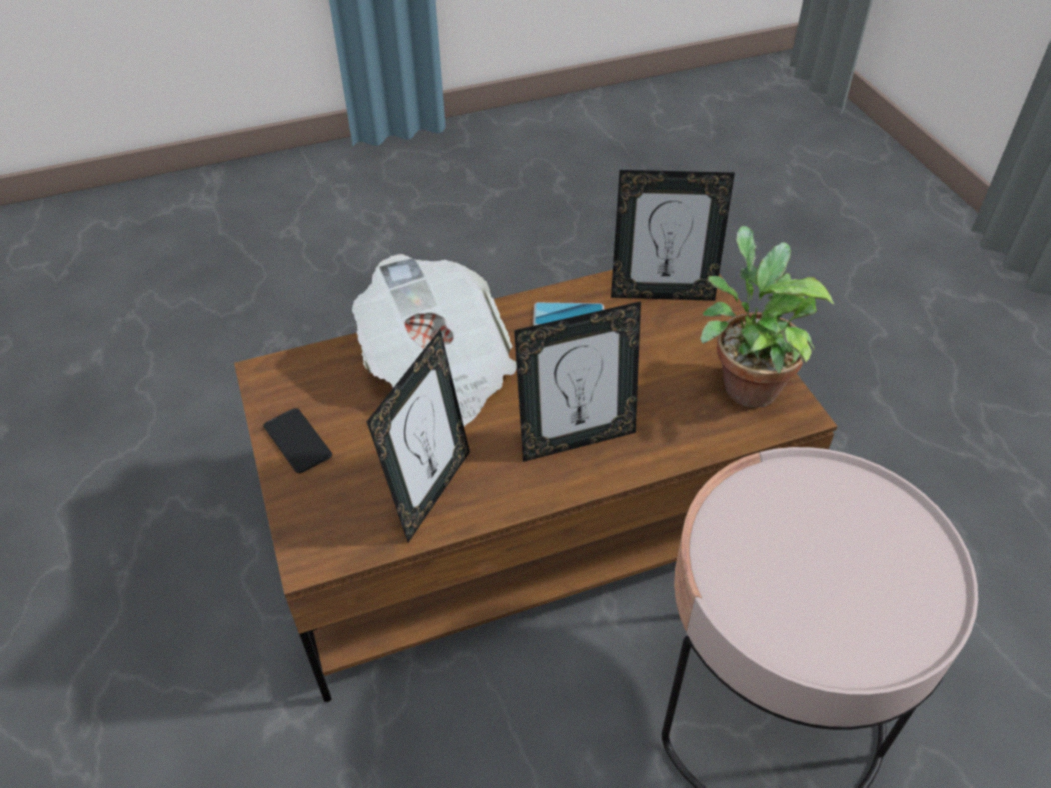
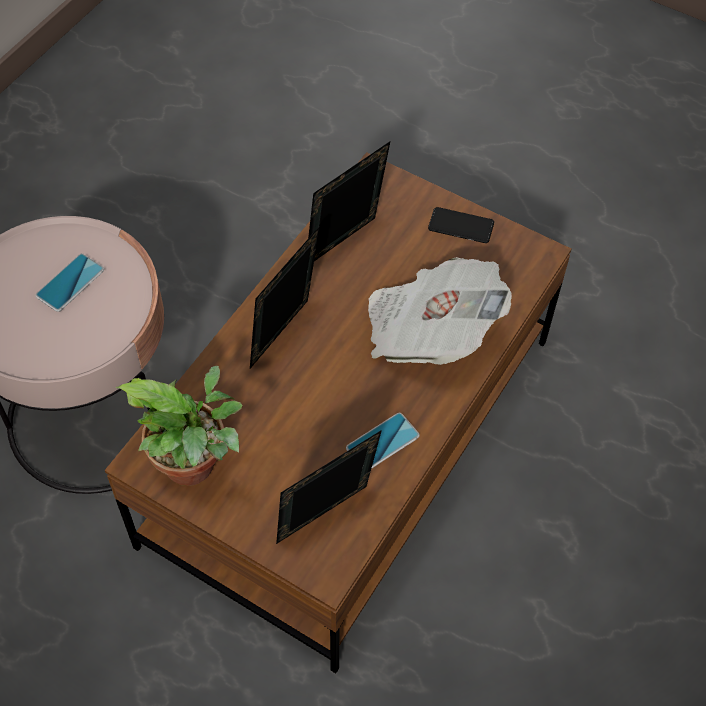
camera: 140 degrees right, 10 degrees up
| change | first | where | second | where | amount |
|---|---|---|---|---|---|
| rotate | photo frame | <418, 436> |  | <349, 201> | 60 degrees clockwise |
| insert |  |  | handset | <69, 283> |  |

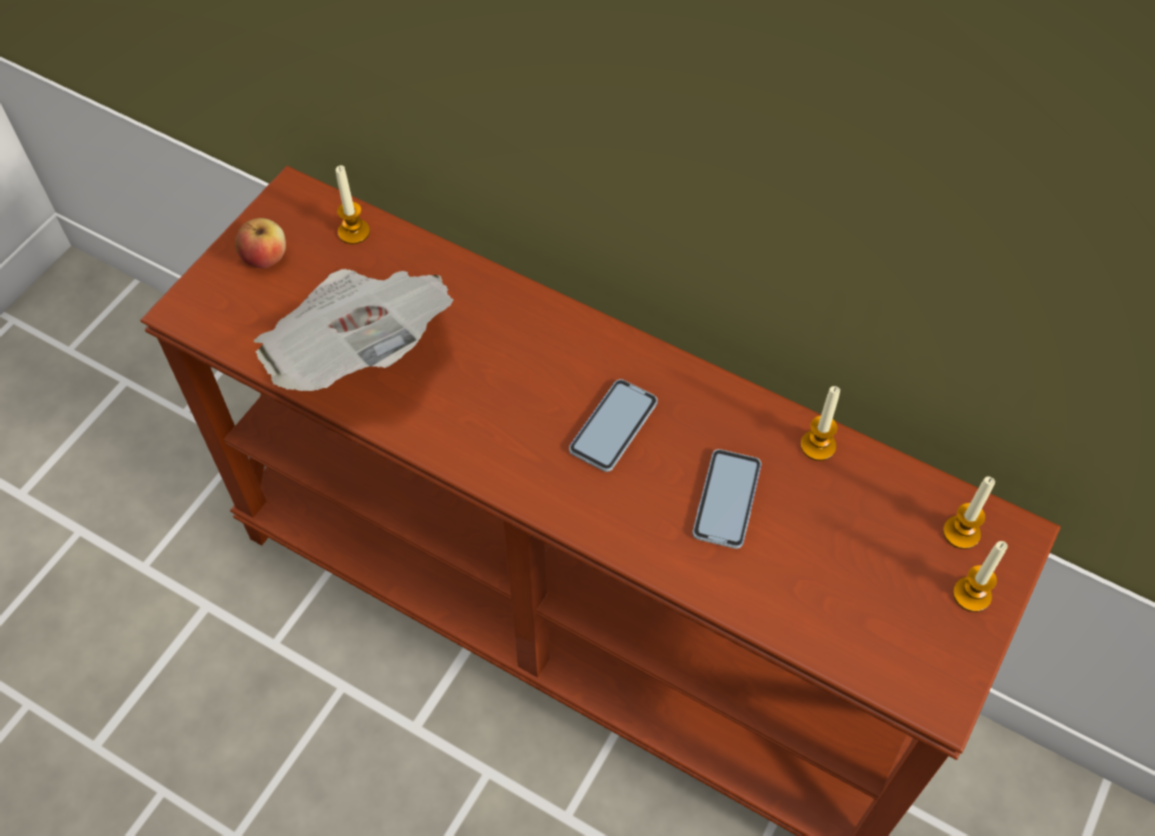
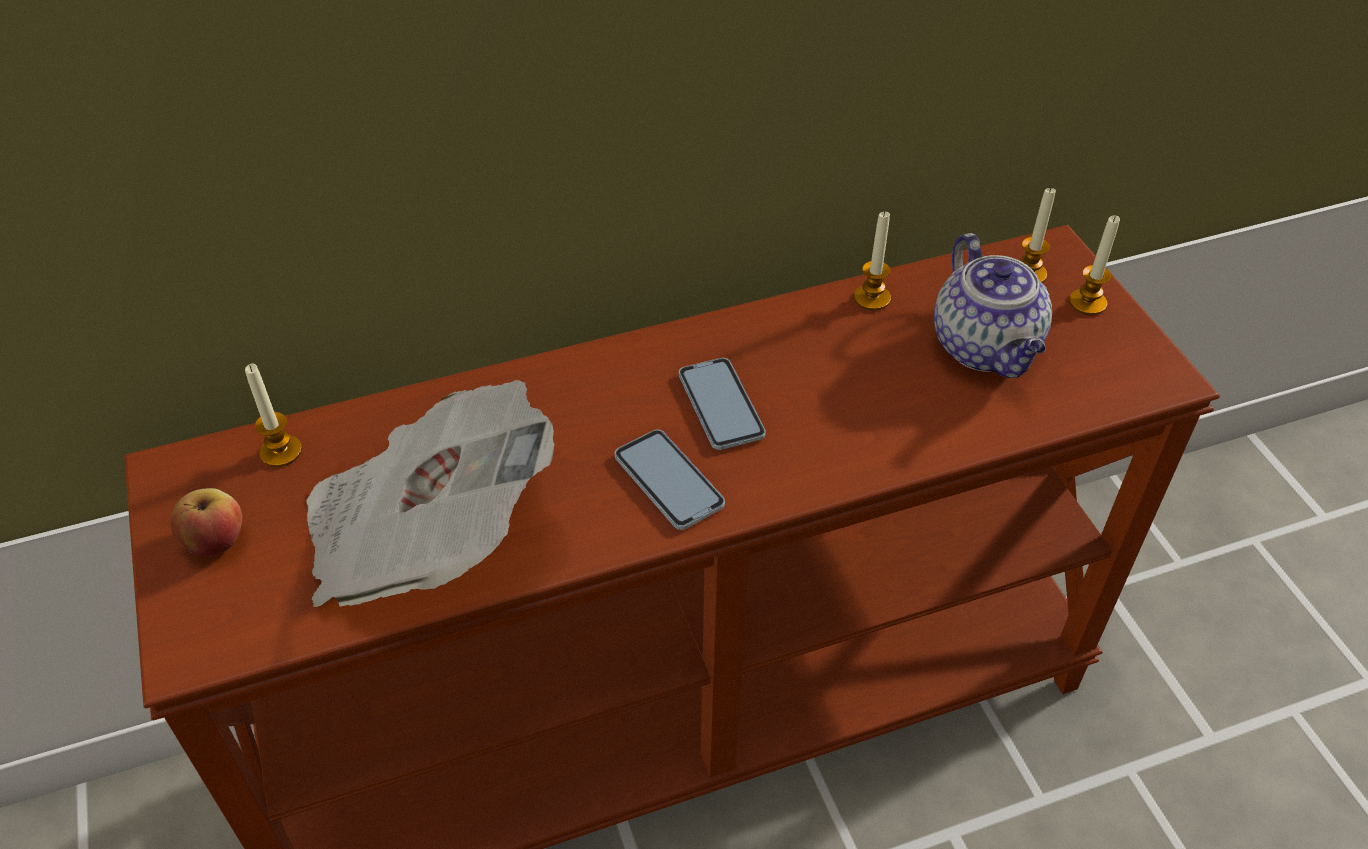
camera: 50 degrees left, 10 degrees down
| change | first | where | second | where | amount |
|---|---|---|---|---|---|
| move | handset | <726, 499> |  | <670, 480> |  |
| insert |  |  | tea pot | <993, 305> |  |

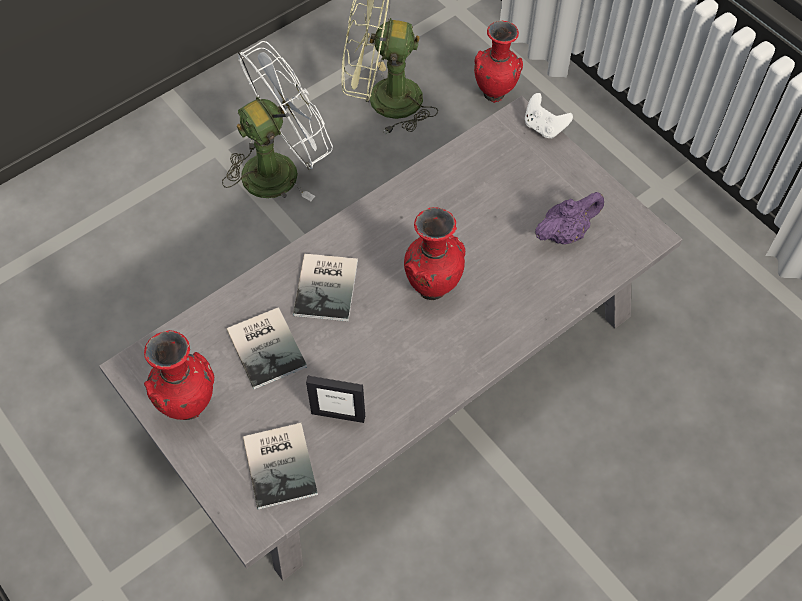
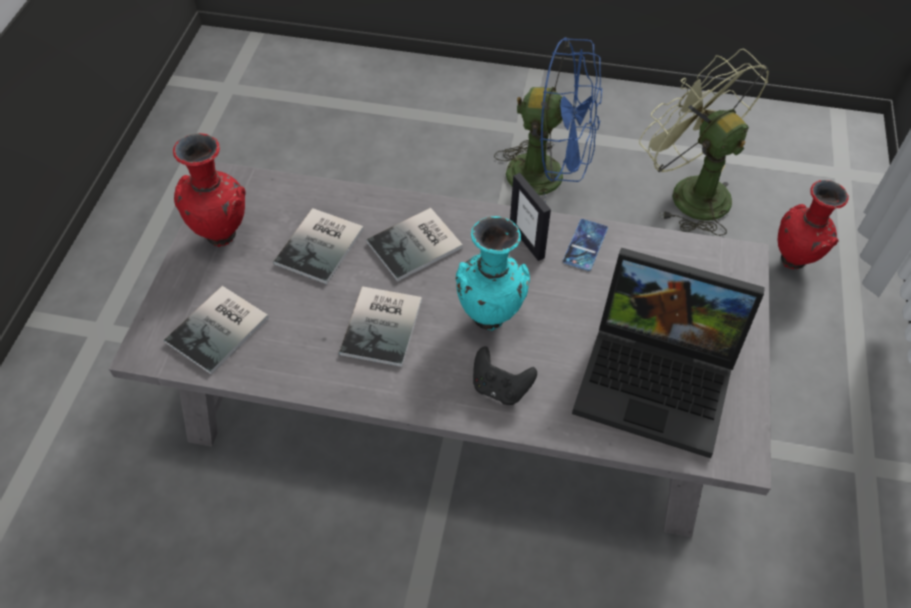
camera: 50 degrees right, 5 degrees down
| change | first | where | second | where | amount |
|---|---|---|---|---|---|
| recolor | whitish fan | <277, 121> | blue fan | <548, 118> |  |
| delete | whitish joypad | <549, 116> |  |  |  |
| replace | purple-coloured tea pot | <569, 218> | laptop | <668, 353> |  |
| recolor | red decorative vase | <434, 253> | blue-green decorative vase | <493, 273> |  |
| move | photo frame | <335, 399> |  | <530, 217> |  |
| insert |  |  | handset | <585, 245> |  |
| insert |  |  | volume | <380, 326> |  |
| insert |  |  | black-coloured joypad | <505, 376> |  |

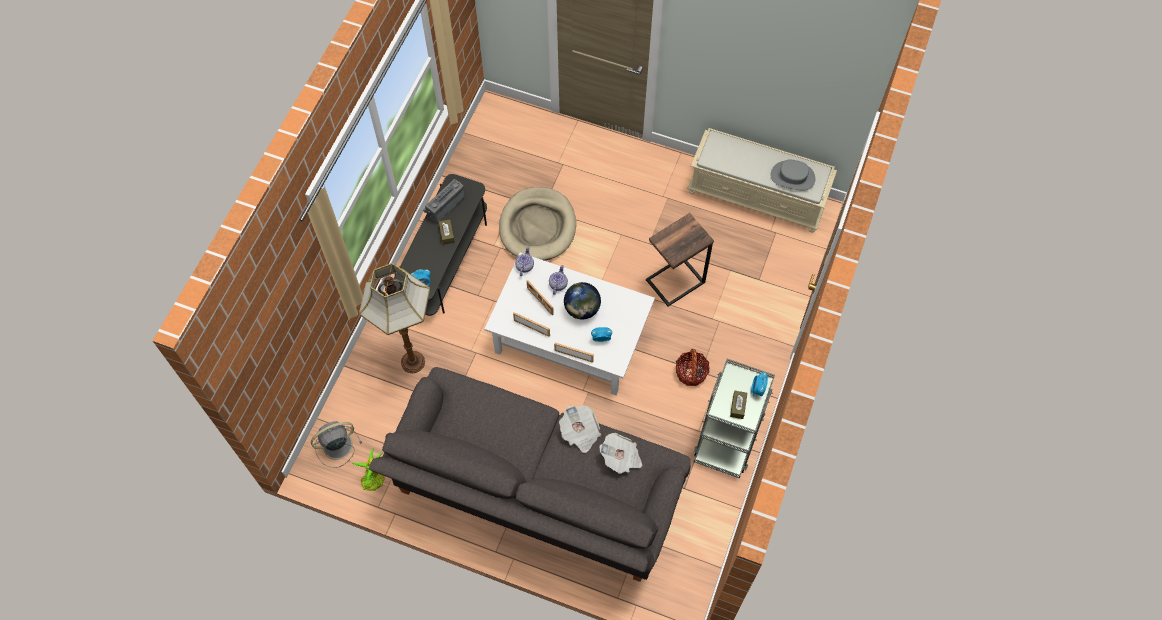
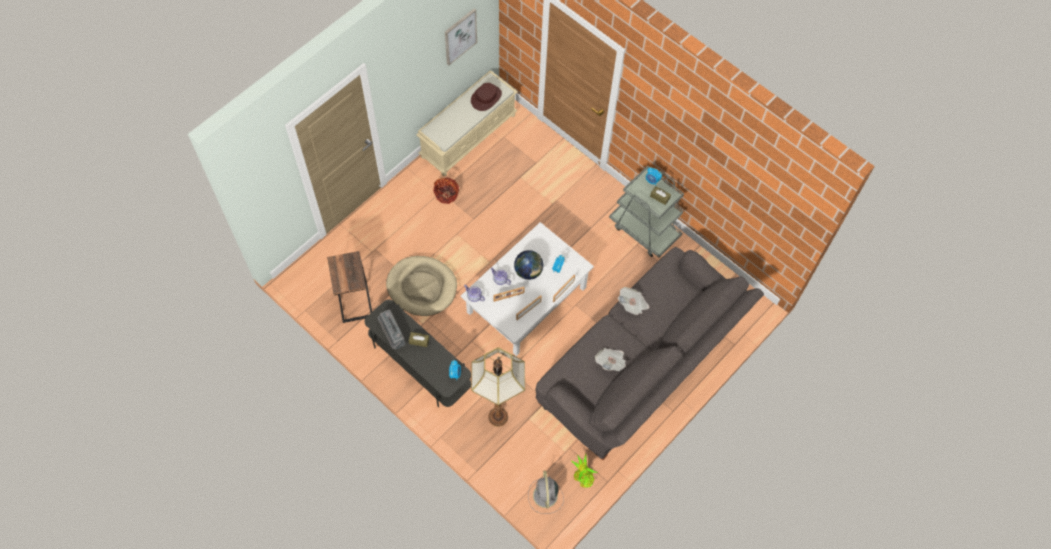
camera: 70 degrees left, 0 degrees up
| change | first | where | second | where | amount |
|---|---|---|---|---|---|
| recolor | greyish wearable hat | <792, 175> | brown-coloured wearable hat | <486, 97> |  |
| move | accent table | <680, 260> |  | <349, 287> |  |
| move | basket | <692, 367> |  | <446, 191> |  |
| move | daily paper | <621, 453> |  | <610, 359> |  |
| insert |  |  | picture | <461, 36> |  |

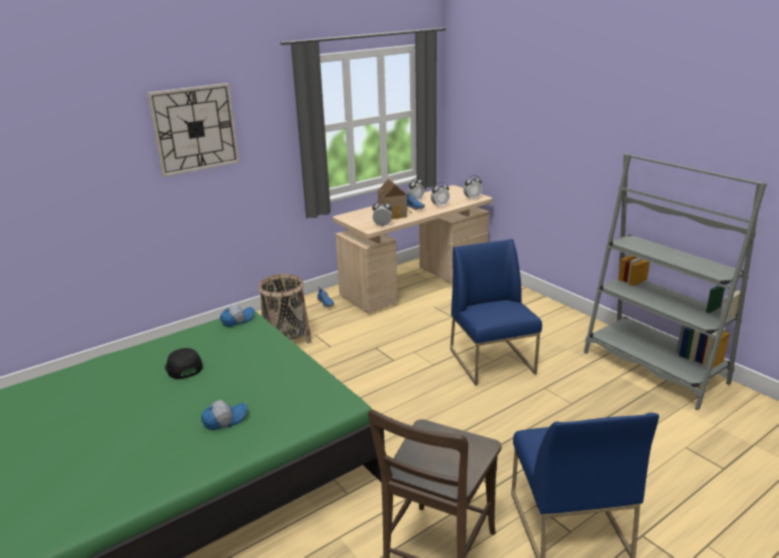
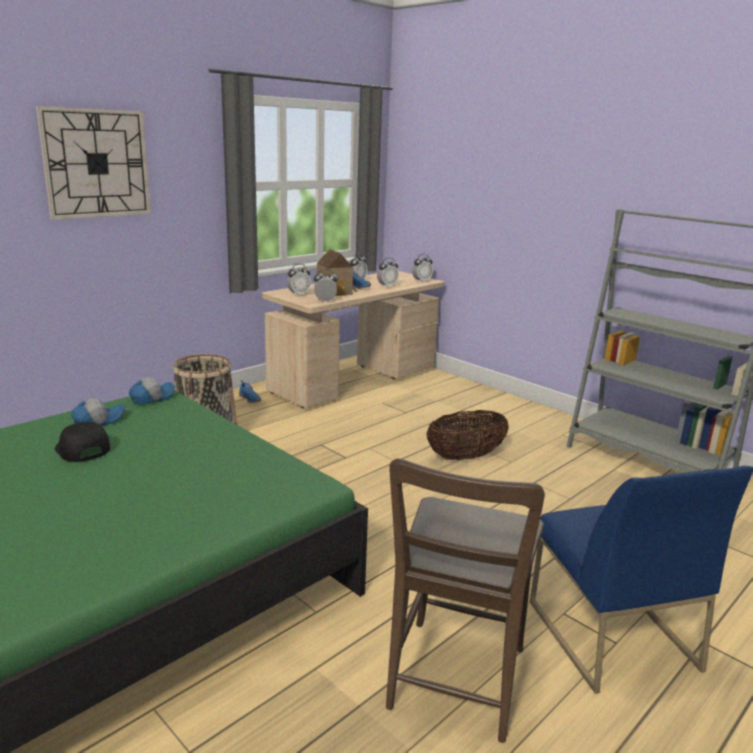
camera: 10 degrees left, 5 degrees down
| change | first | where | second | where | amount |
|---|---|---|---|---|---|
| replace | blue plain chair | <496, 312> | basket | <468, 435> |  |
| move | cap | <224, 415> |  | <98, 411> |  |
| insert |  |  | alarm clock | <299, 279> |  |

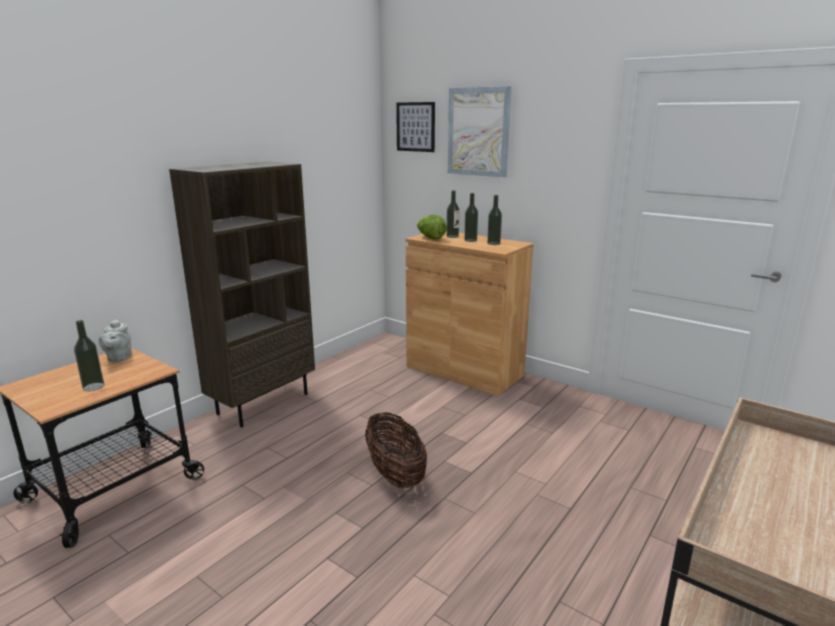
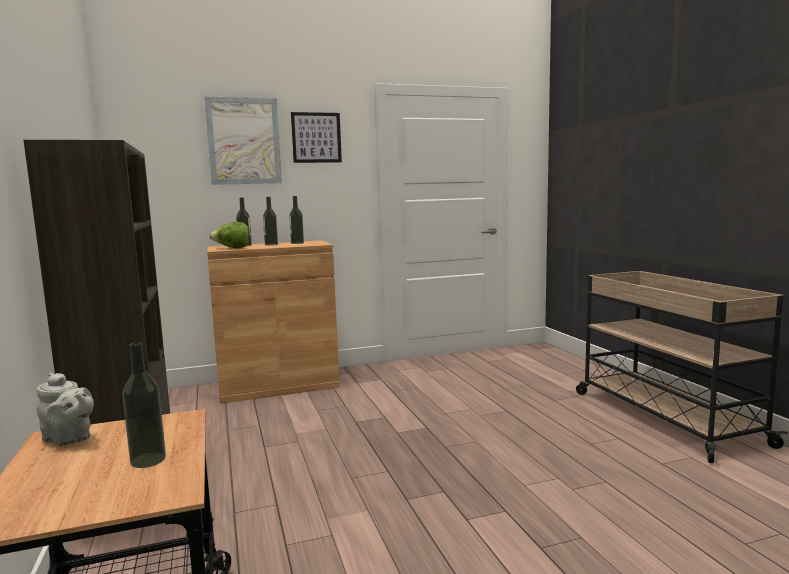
camera: 55 degrees left, 10 degrees down
| change | first | where | second | where | amount |
|---|---|---|---|---|---|
| move | picture | <415, 127> |  | <316, 137> |  |
| delete | basket | <396, 450> |  |  |  |

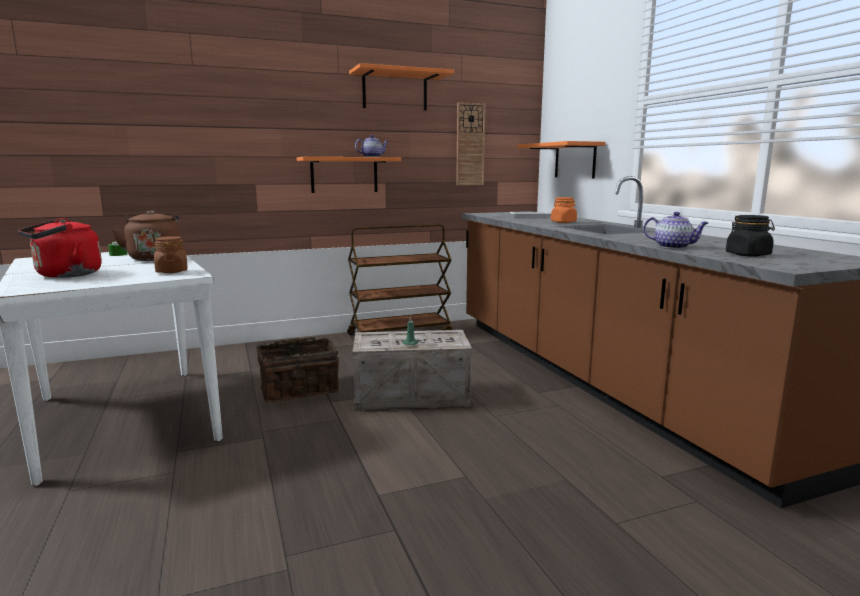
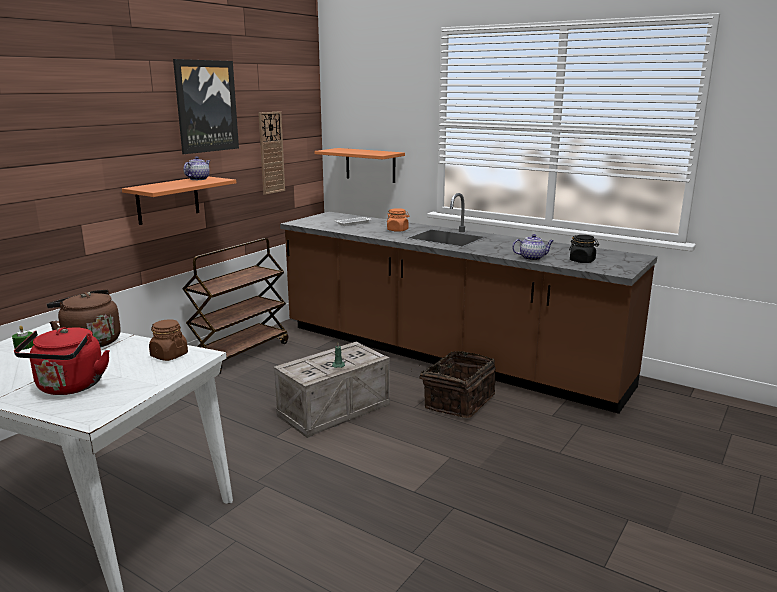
camera: 35 degrees left, 5 degrees up
| change | first | where | second | where | amount |
|---|---|---|---|---|---|
| replace | orange shelf | <401, 87> | picture | <206, 106> |  |
| move | basket | <298, 369> |  | <453, 384> |  |

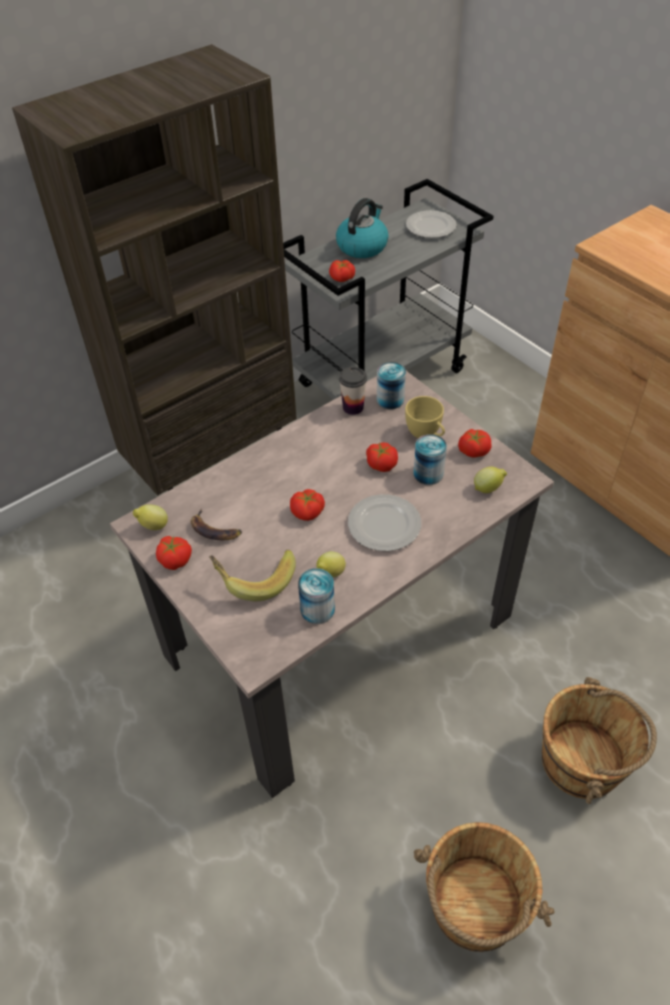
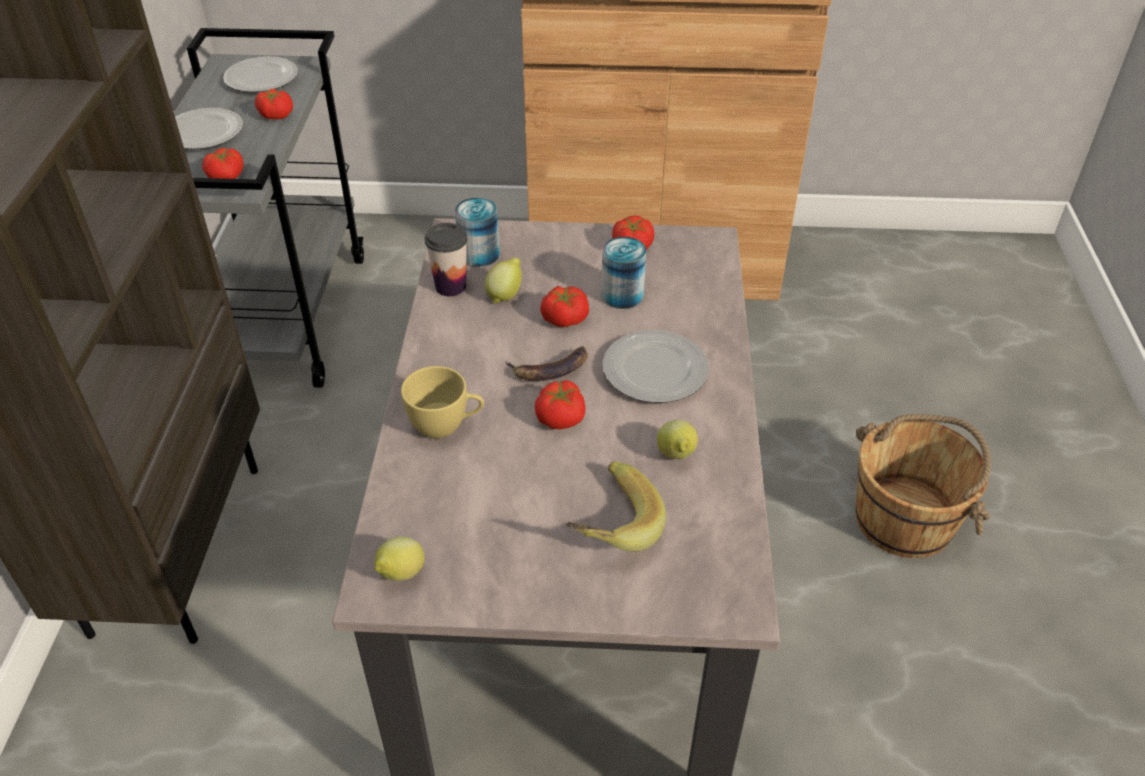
camera: 50 degrees left, 5 degrees down
| change | first | where | second | where | amount |
|---|---|---|---|---|---|
| replace | tea kettle | <362, 228> | flat dish | <209, 128> |  |
| move | yellow-coloured drinking cup | <425, 417> |  | <442, 402> |  |
| move | whole lemon | <490, 480> |  | <503, 280> |  |
| move | banana fruit | <216, 524> |  | <546, 363> |  |
| move | tomato | <174, 553> |  | <274, 104> |  |
| delete | can | <316, 596> |  |  |  |
| delete | brown-coloured pail | <484, 887> |  |  |  |

